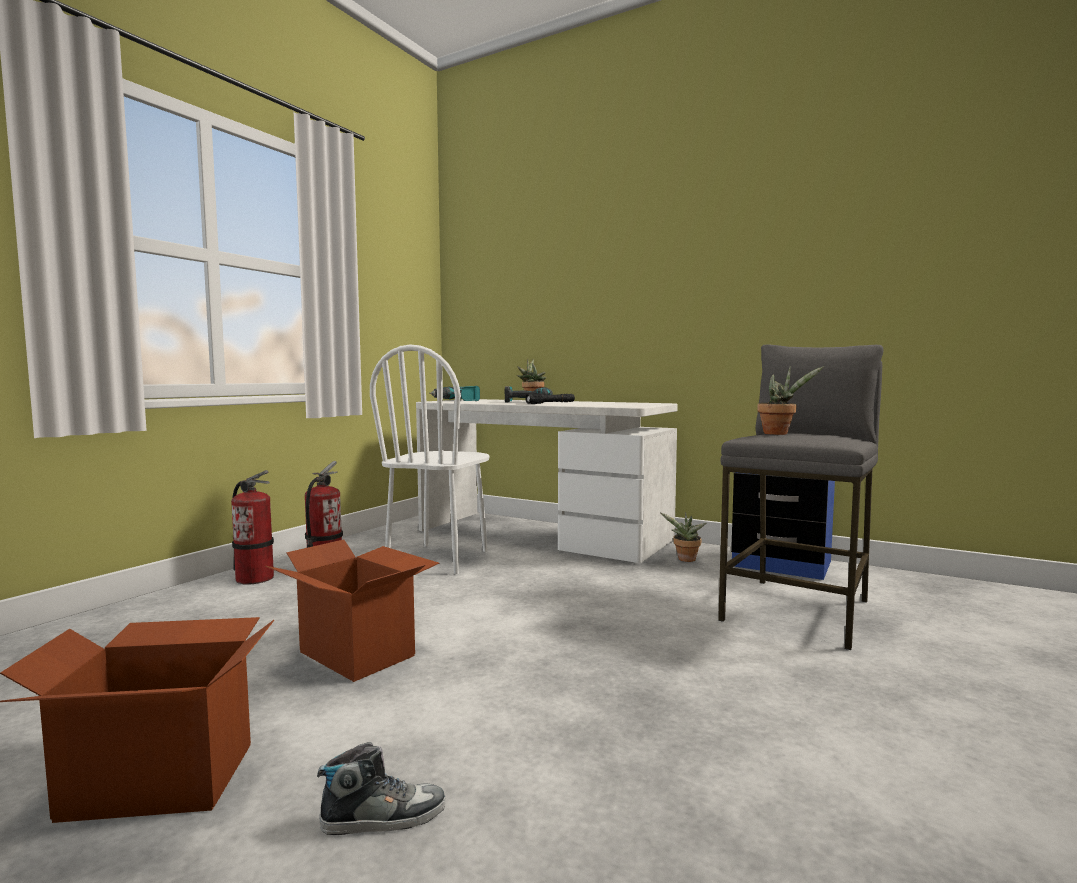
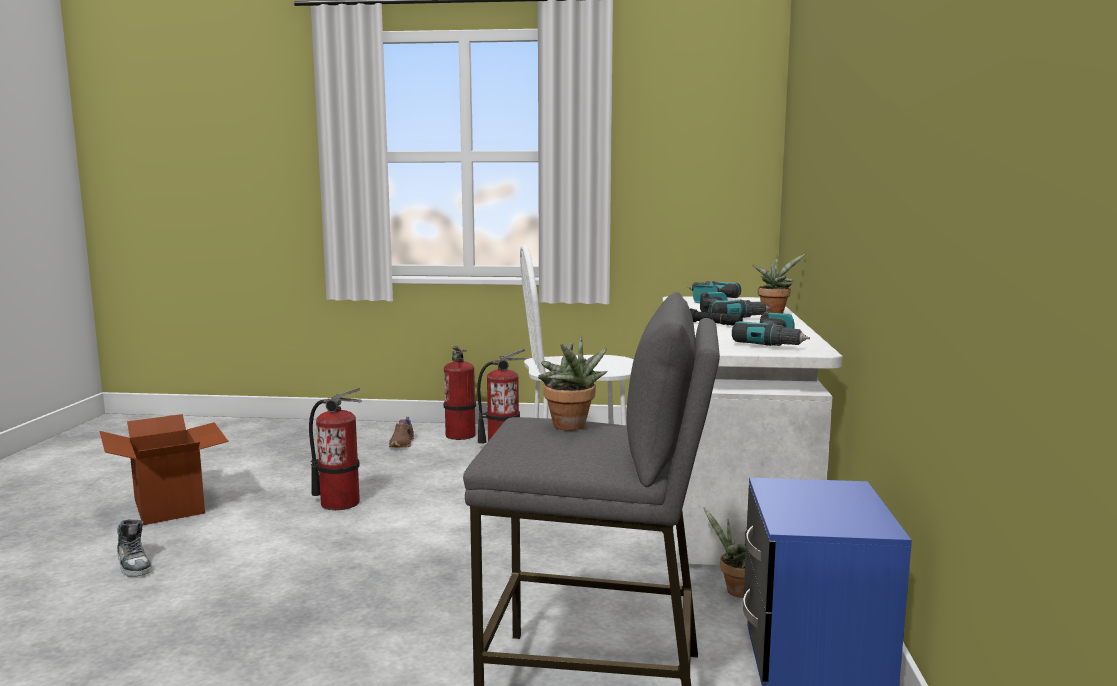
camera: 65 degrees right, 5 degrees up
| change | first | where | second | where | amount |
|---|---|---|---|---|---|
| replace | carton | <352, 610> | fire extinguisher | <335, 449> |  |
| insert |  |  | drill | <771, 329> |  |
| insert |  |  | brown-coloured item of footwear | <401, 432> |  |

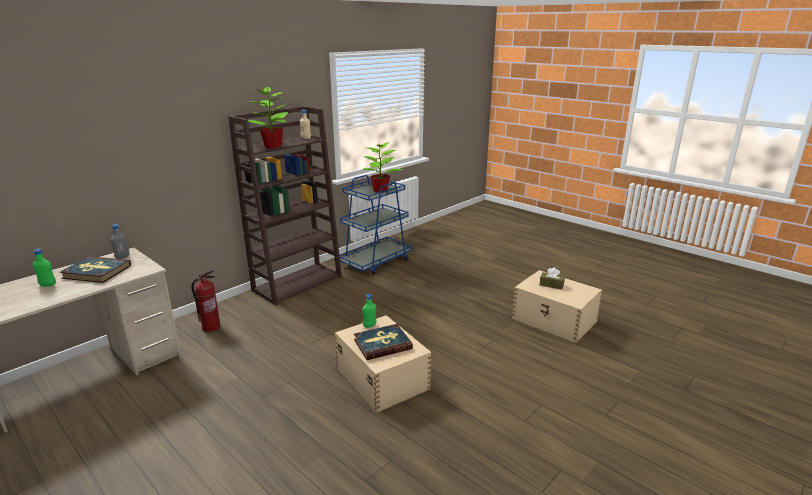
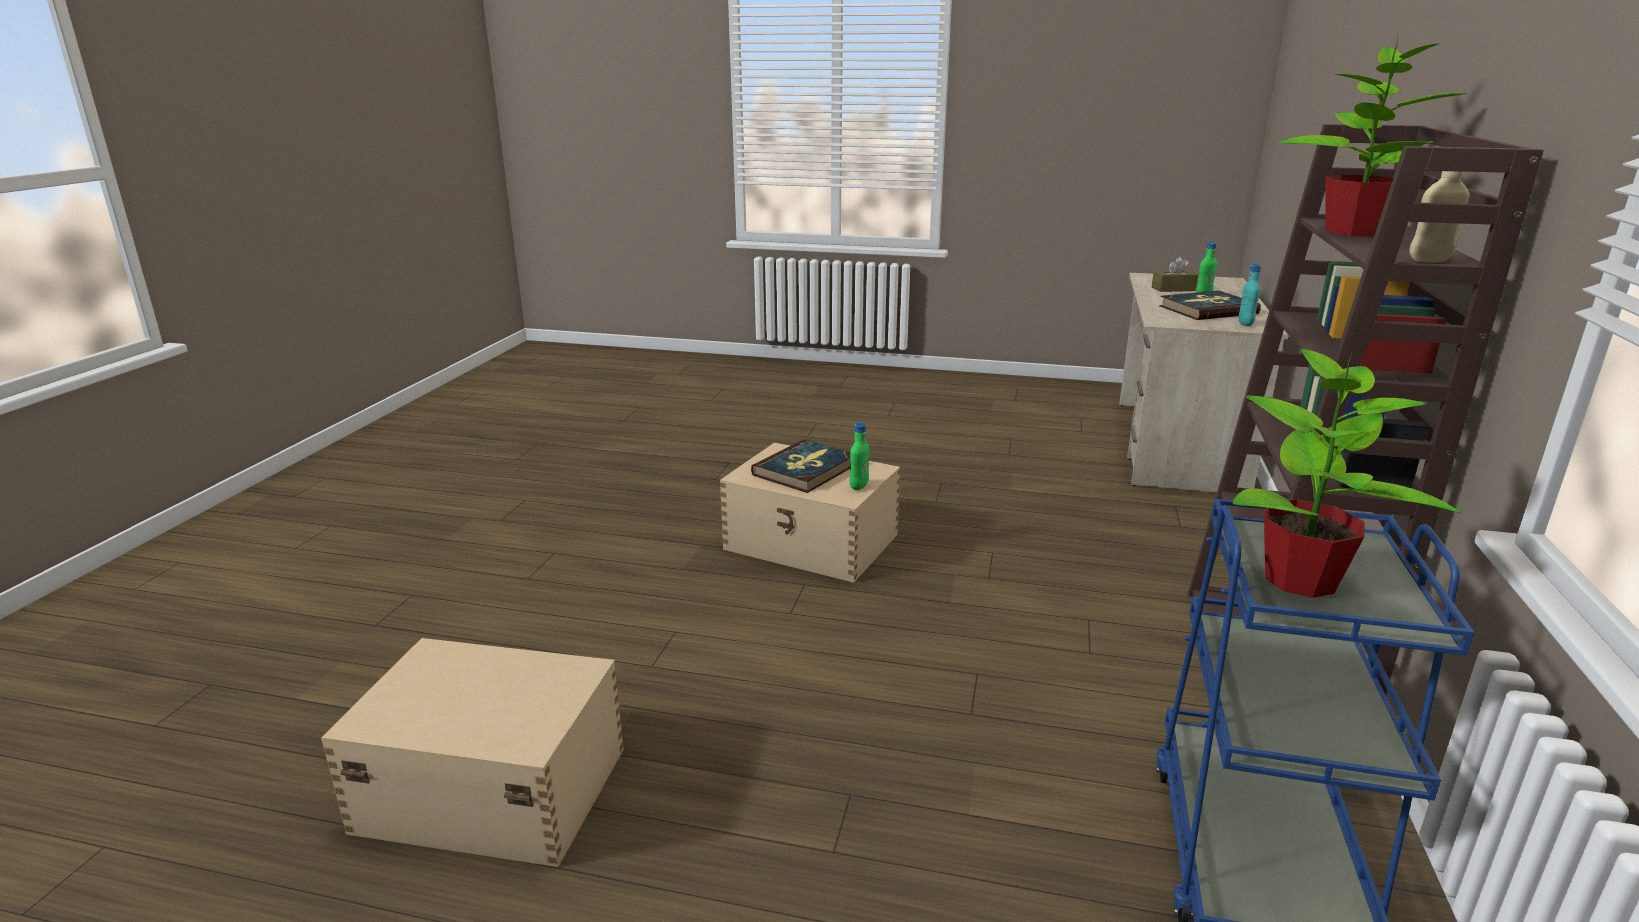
camera: 150 degrees right, 0 degrees up
| change | first | where | second | where | amount |
|---|---|---|---|---|---|
| recolor | greyish bottle | <120, 241> | blue-green bottle | <1249, 295> |  |
| move | brown-coloured tissue box | <552, 279> |  | <1175, 274> |  |
| delete | fire extinguisher | <206, 301> |  |  |  |

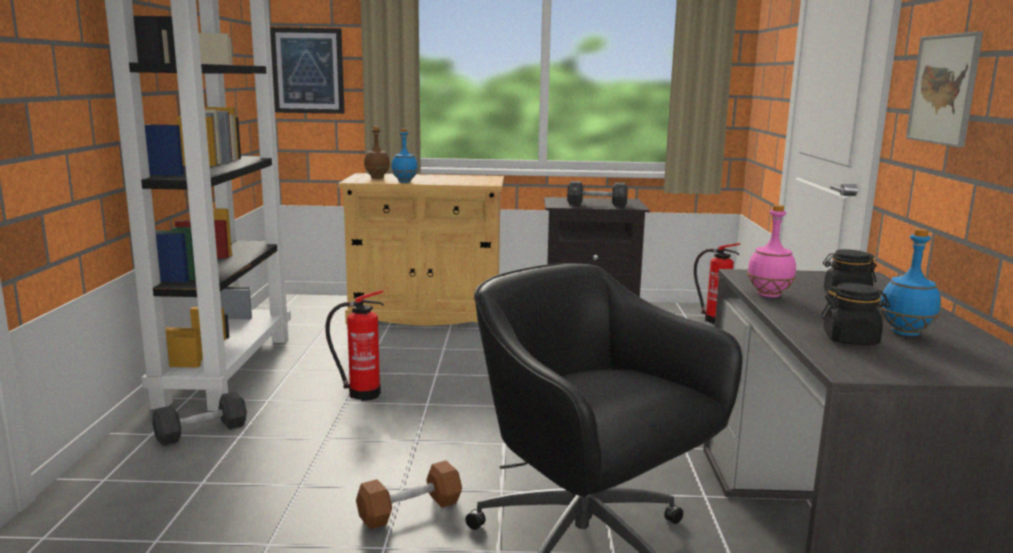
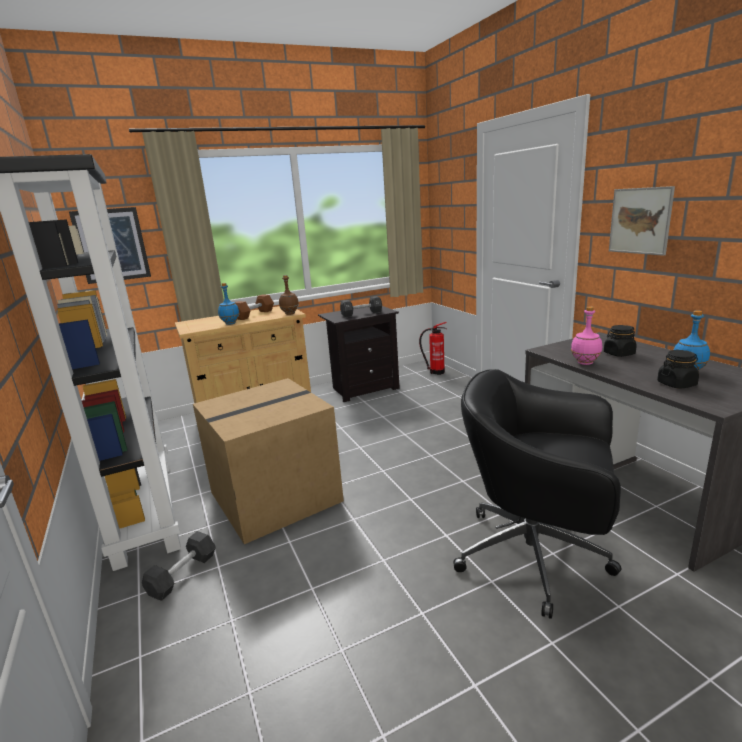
camera: 25 degrees left, 5 degrees up
| change | first | where | second | where | amount |
|---|---|---|---|---|---|
| move | brown-coloured bottle | <377, 152> |  | <289, 295> |  |
| replace | fire extinguisher | <354, 345> | carton | <268, 461> |  |
| move | brown-coloured dumbbell | <409, 495> |  | <254, 307> |  |

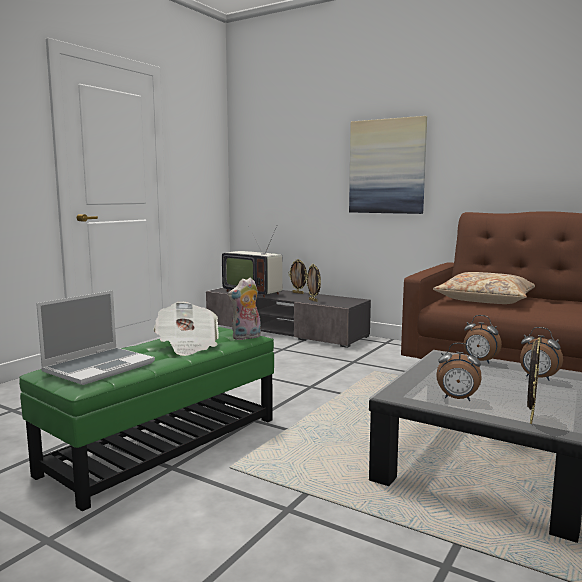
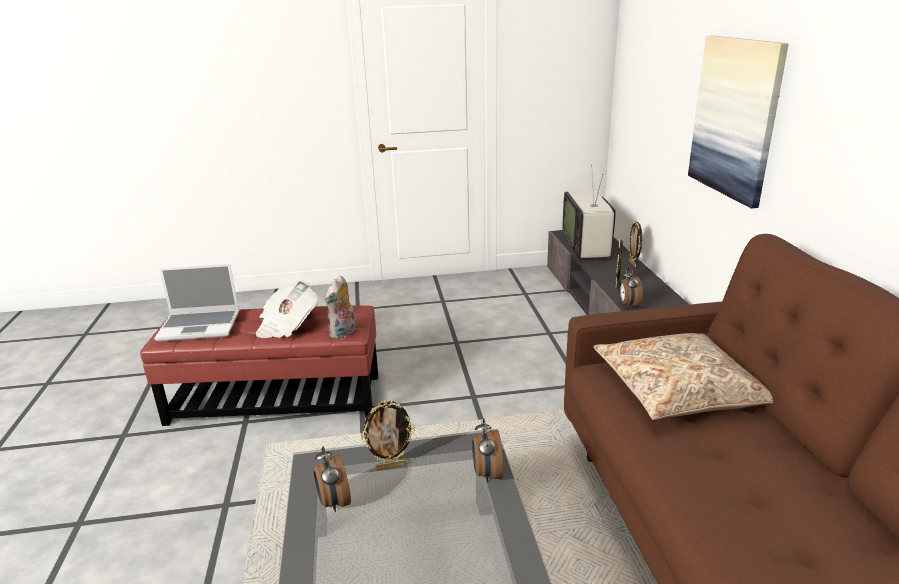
camera: 50 degrees right, 15 degrees up
| change | first | where | second | where | amount |
|---|---|---|---|---|---|
| rotate | soft toy | <244, 308> |  | <340, 307> | 75 degrees counterclockwise |
| recolor | greenish ottoman | <146, 419> | red ottoman | <259, 365> |  |
| move | alarm clock | <541, 354> |  | <630, 288> |  |
| move | photo frame | <534, 380> |  | <388, 435> |  |

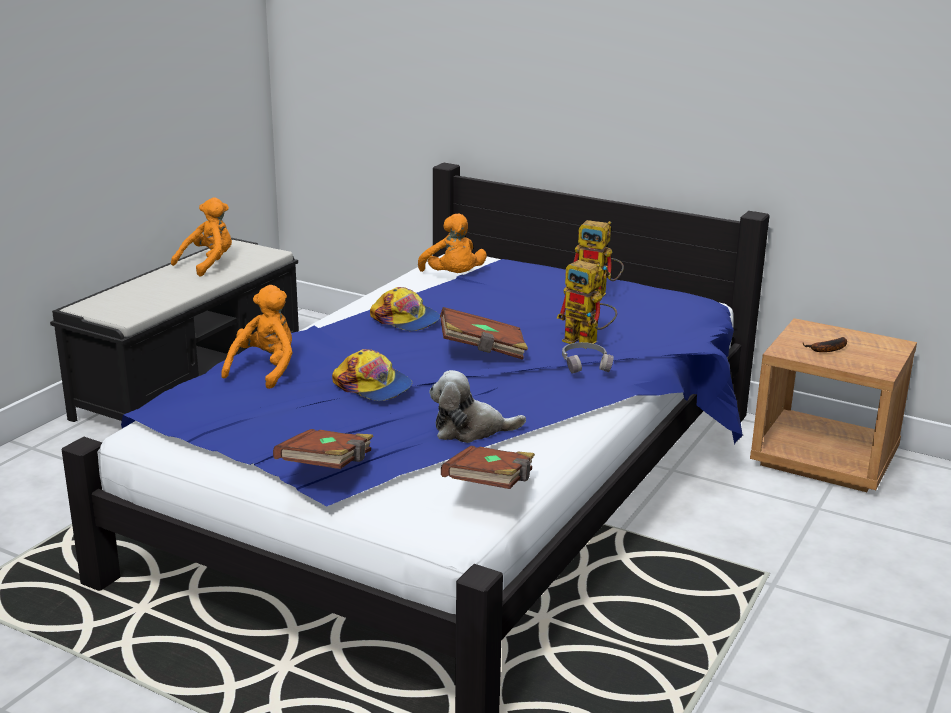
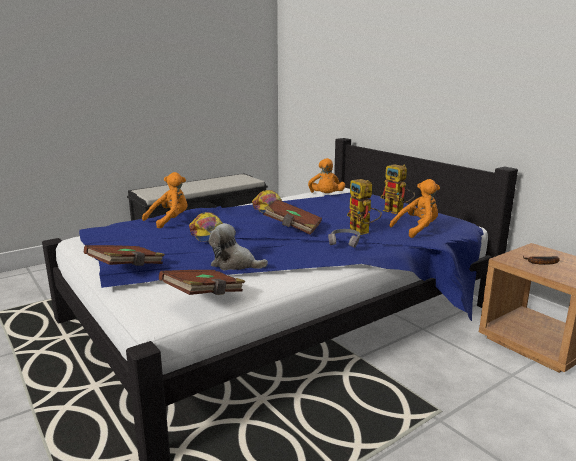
camera: 25 degrees right, 5 degrees down
| change | first | where | second | where | amount |
|---|---|---|---|---|---|
| move | orange soft toy | <201, 237> |  | <414, 208> |  |

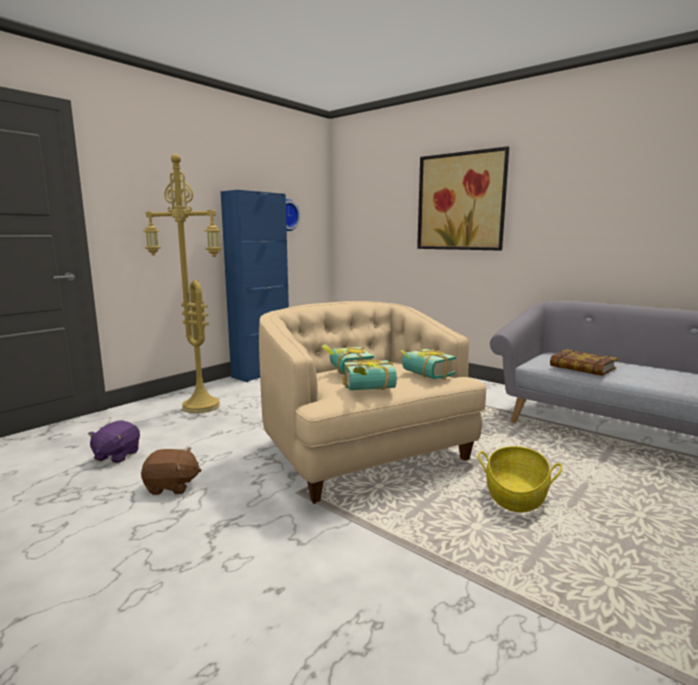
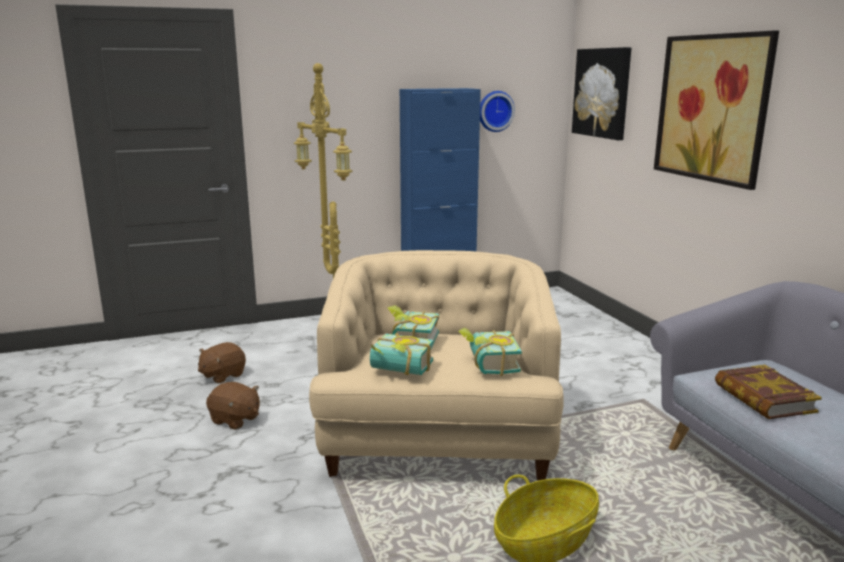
camera: 30 degrees right, 5 degrees up
| change | first | where | second | where | amount |
|---|---|---|---|---|---|
| recolor | purple-coloured soft toy | <114, 441> | brown-coloured soft toy | <222, 363> |  |
| insert |  |  | picture | <601, 93> |  |

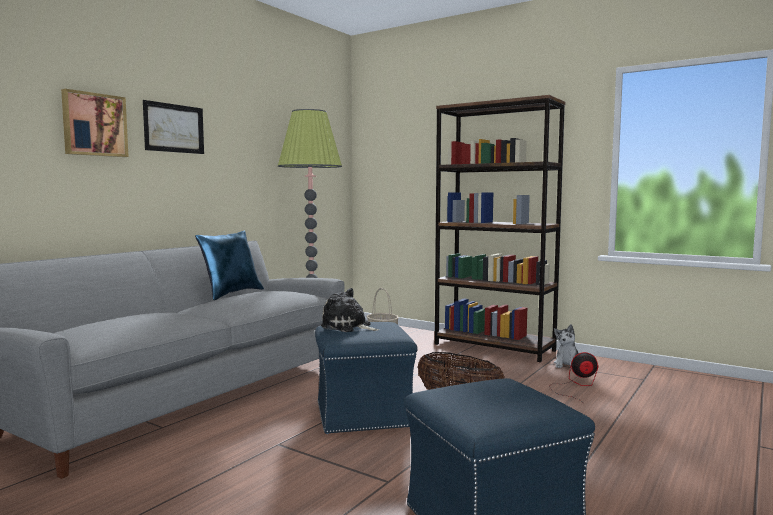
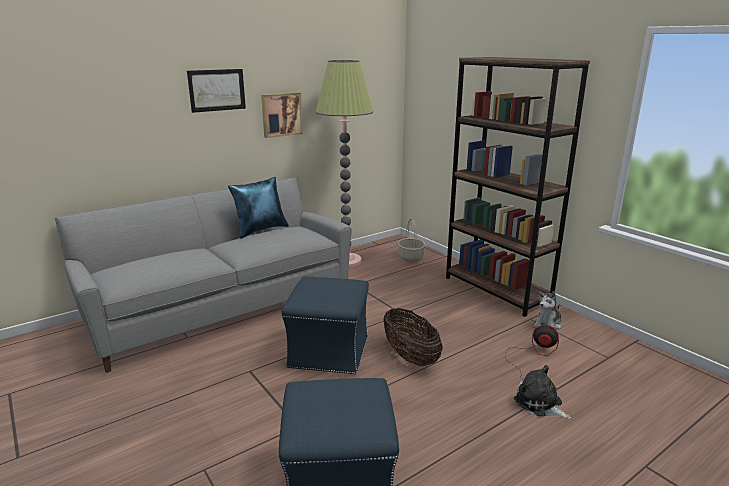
camera: 20 degrees right, 15 degrees up
| change | first | where | second | where | amount |
|---|---|---|---|---|---|
| move | picture | <94, 123> |  | <282, 115> |  |
| move | soft toy | <350, 310> |  | <542, 392> |  |

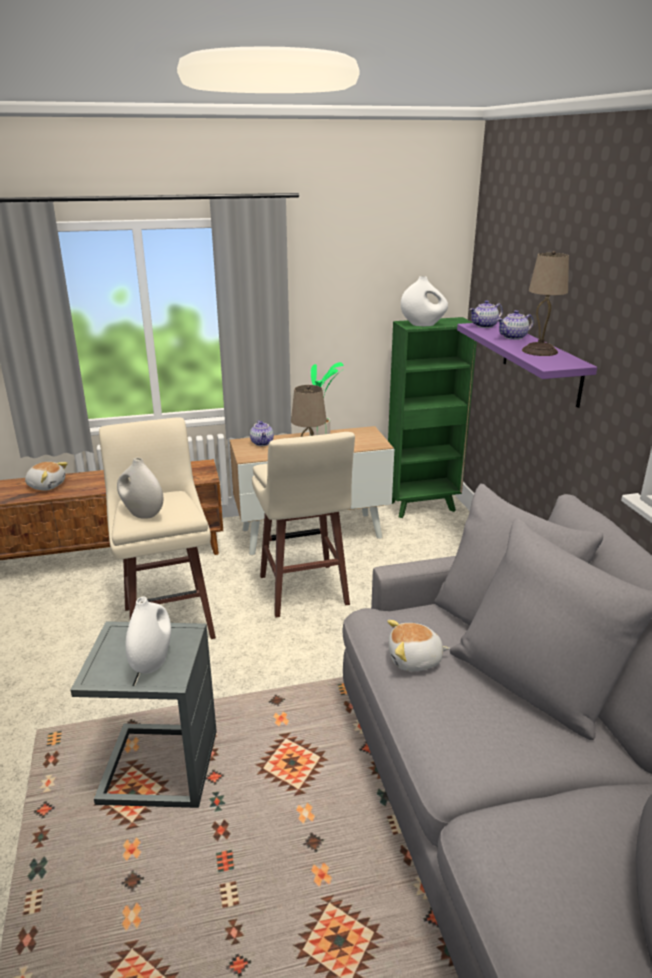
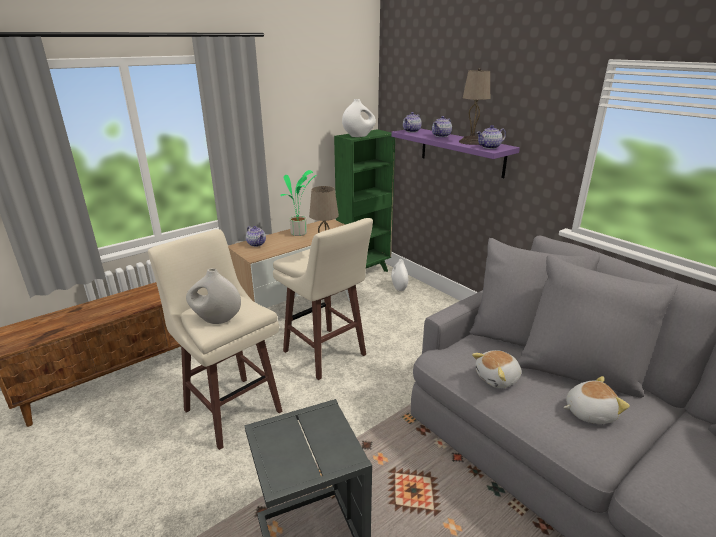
camera: 25 degrees left, 0 degrees up
| change | first | where | second | where | amount |
|---|---|---|---|---|---|
| move | soft toy | <46, 476> |  | <596, 400> |  |
| move | whitish decorative vase | <148, 634> |  | <399, 275> |  |
| insert |  |  | tea pot | <491, 137> |  |

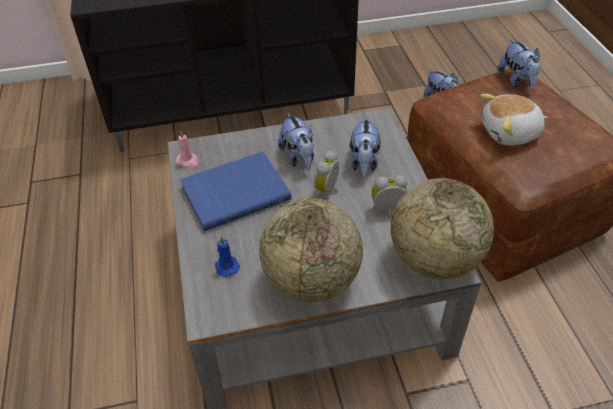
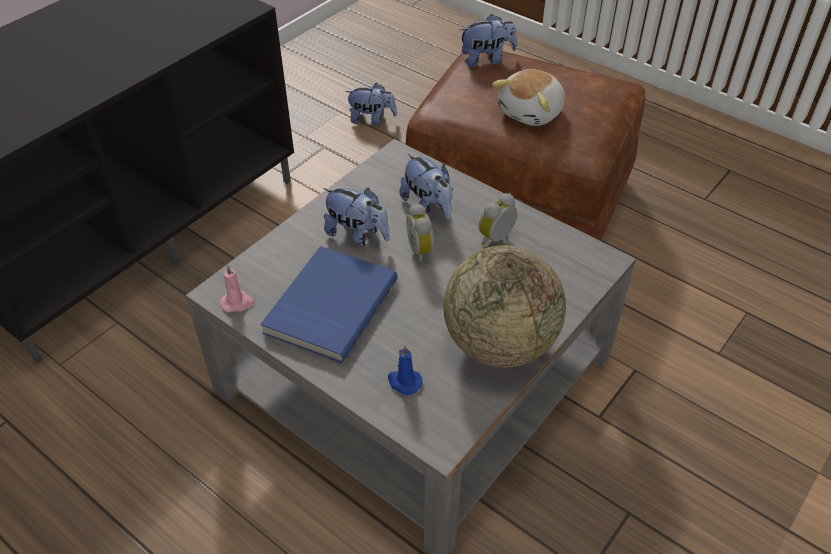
camera: 40 degrees left, 0 degrees up
| change | first | where | second | where | amount |
|---|---|---|---|---|---|
| rotate | soft toy | <519, 64> |  | <488, 40> | 45 degrees counterclockwise |
| delete | globe | <442, 228> |  |  |  |

